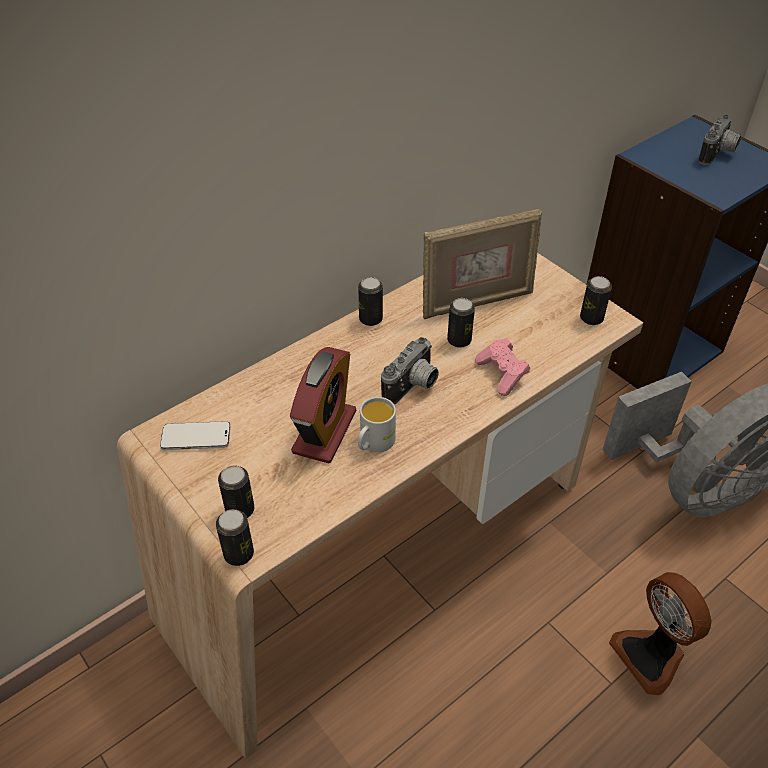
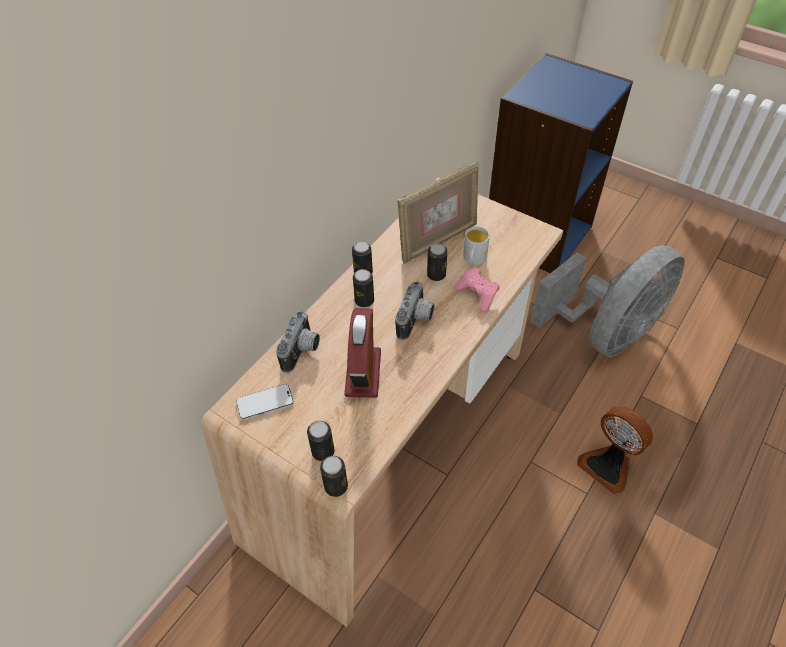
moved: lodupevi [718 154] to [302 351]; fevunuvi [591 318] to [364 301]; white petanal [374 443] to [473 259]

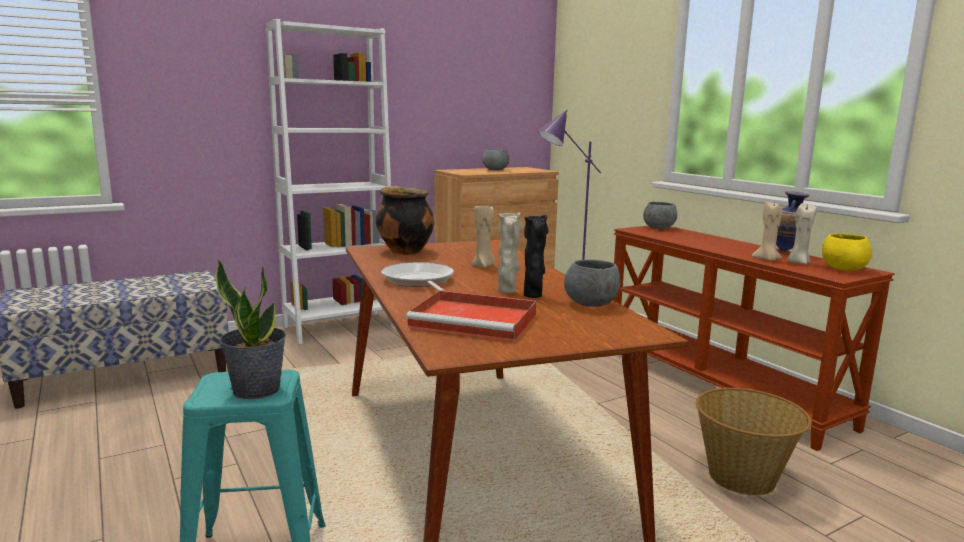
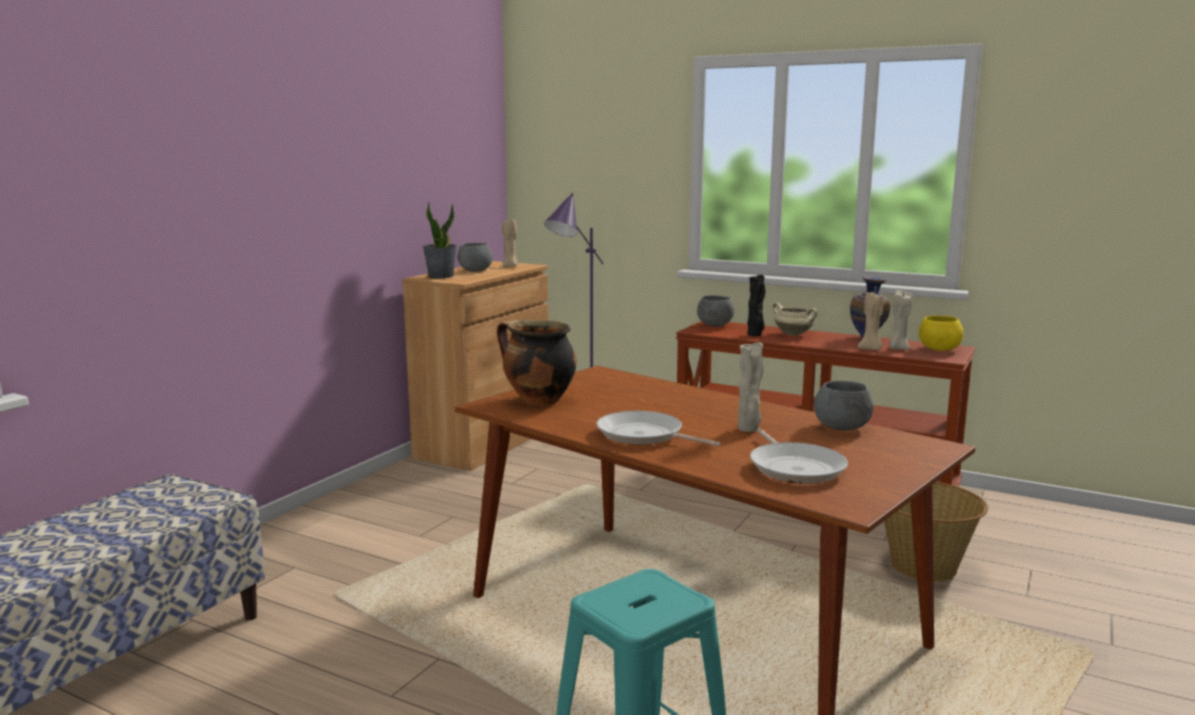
removed: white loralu [340 327]
added: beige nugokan [794 334]
moved: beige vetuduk [483 266] to [510 266]; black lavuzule [533 296] to [755 335]; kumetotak [256 389] to [440 276]
replaced: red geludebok [476 320] to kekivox [795 467]

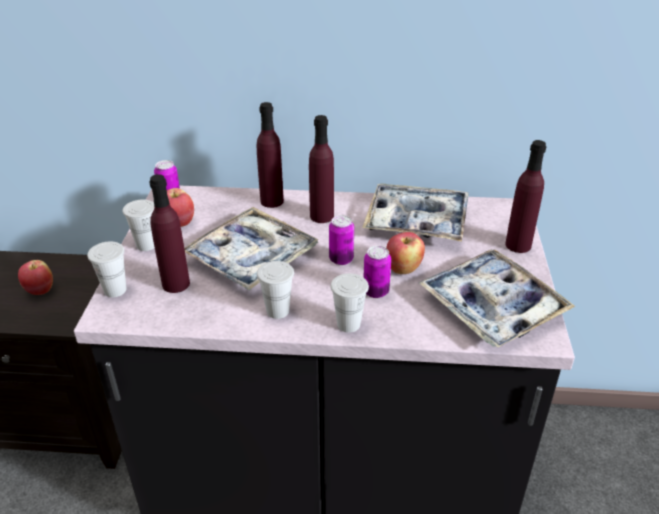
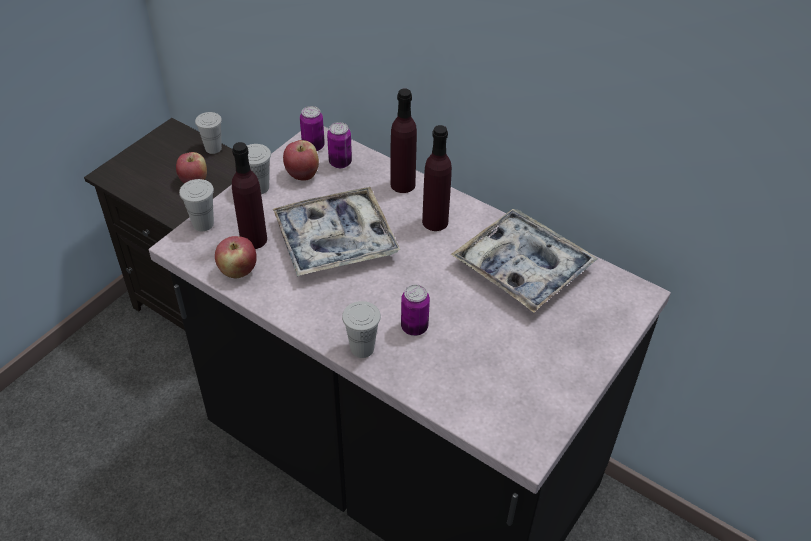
removed: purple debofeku [518 245]; geludebok [492 306]
moved: fevunuvi [341 259] to [340 162]; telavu [403 268] to [238 271]; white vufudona [277 311] to [213 148]

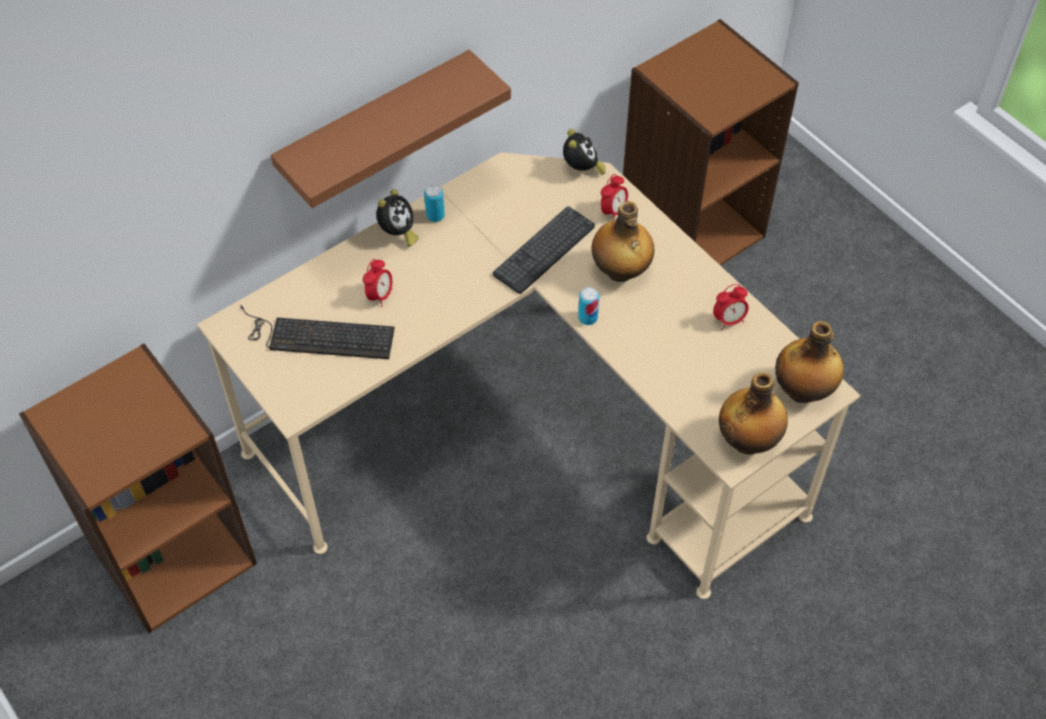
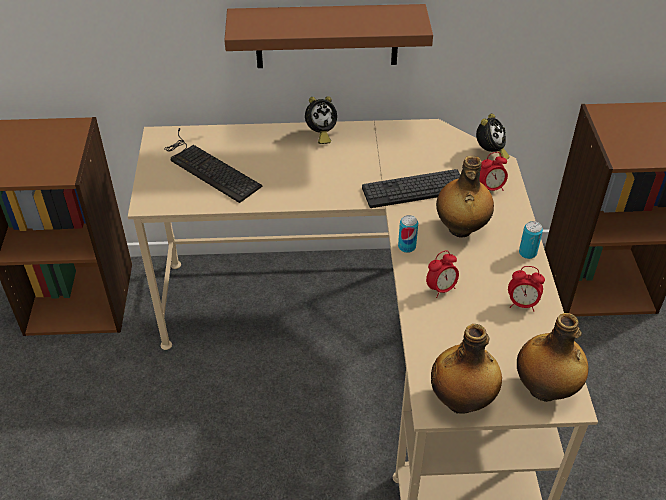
moved: fevunuvi [435 215] to [527 253]; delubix [380 295] to [441 289]

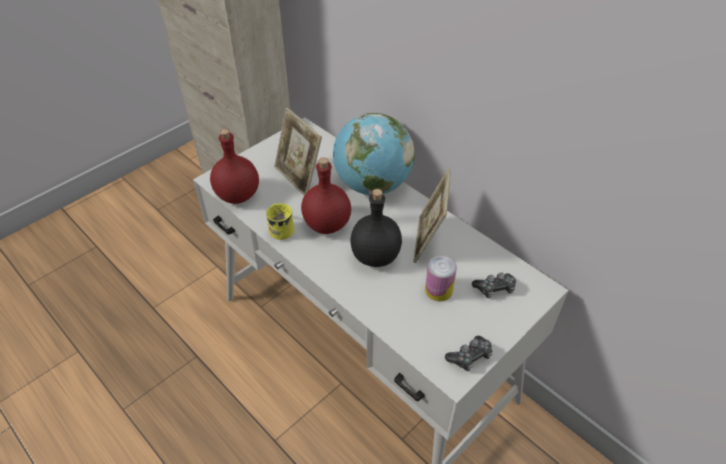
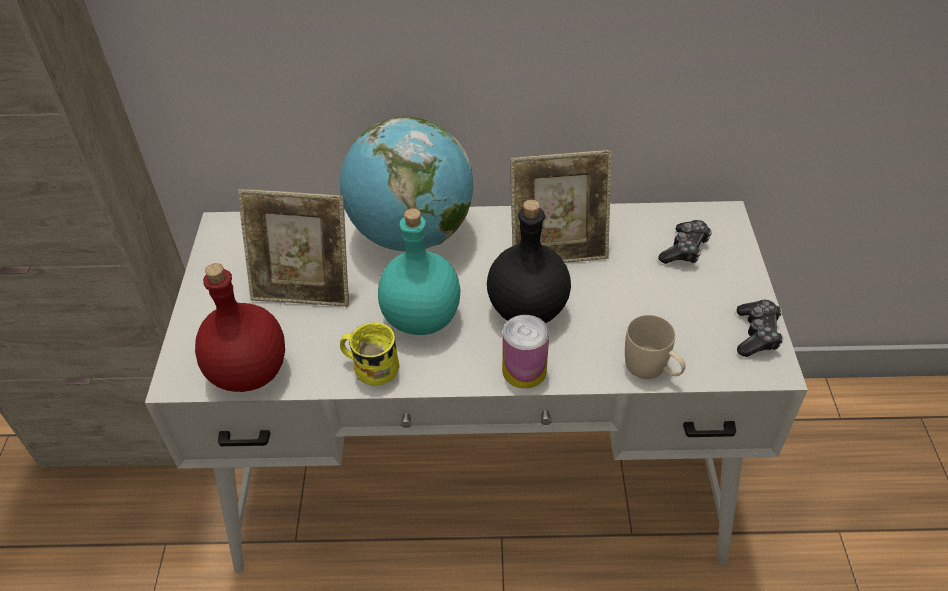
added: beige petanal [652 369]
moved: fevunuvi [438 290] to [524 370]
recoloured: red debofeku [327 225] to turquoise debofeku [423 319]
turned: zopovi [428 241] = [558 251] 60 degrees counterclockwise

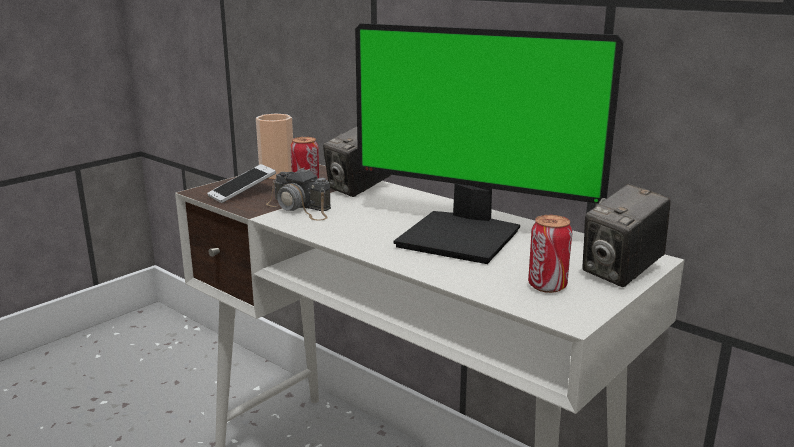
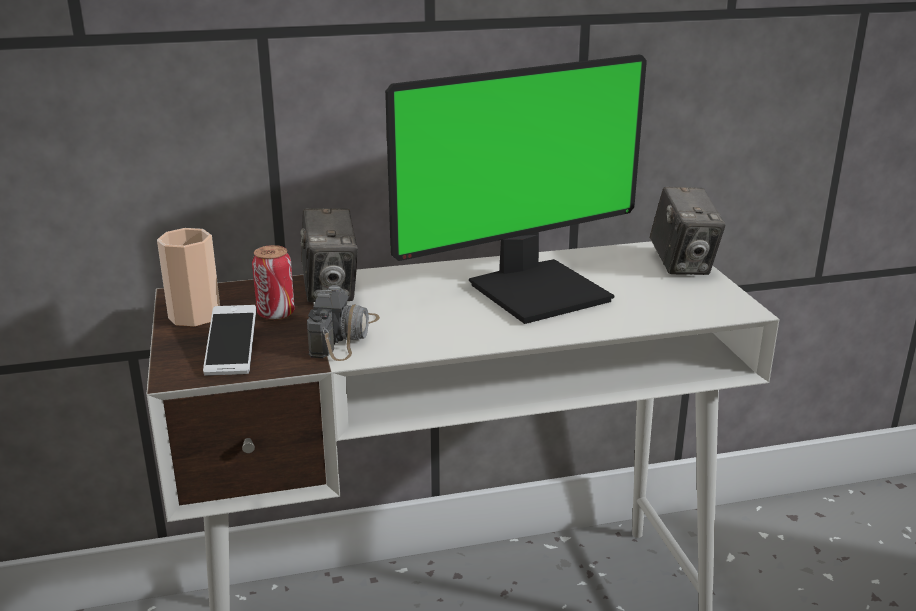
removed: fevunuvi [547 286]
turned: lodupevi [301 208] = [345 335] 60 degrees counterclockwise

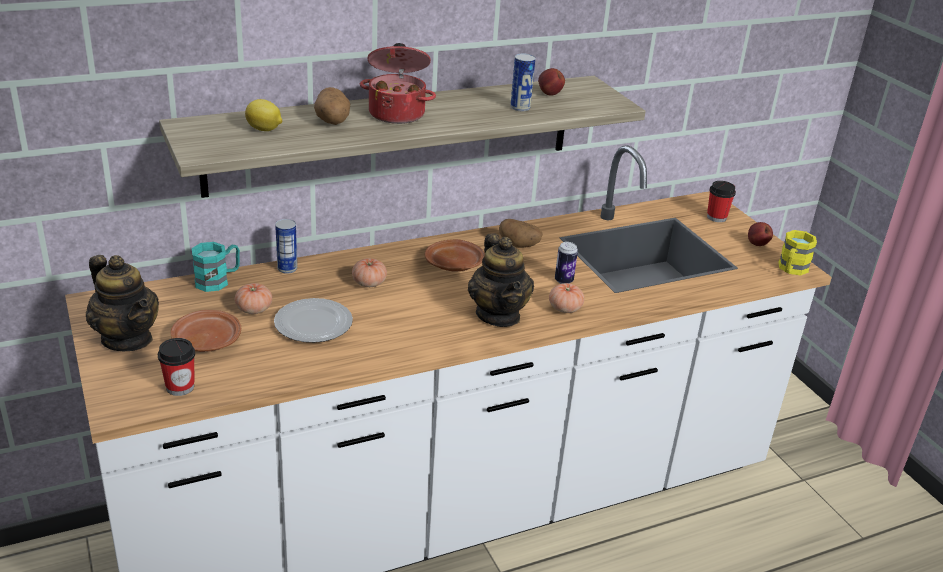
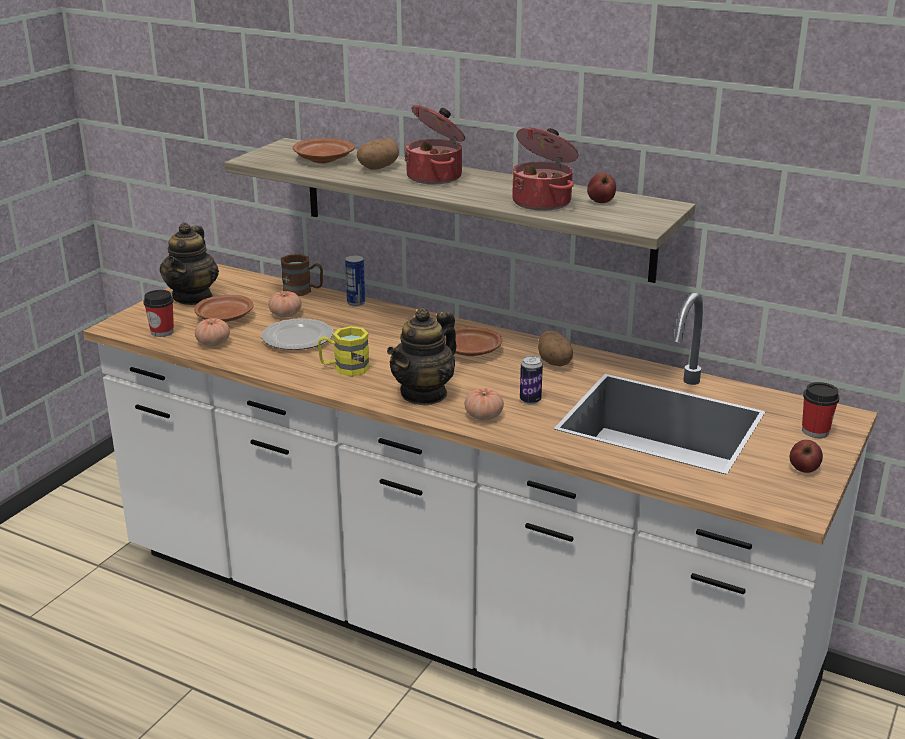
moved: yellow petanal [791 270] to [344 368]; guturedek [369 283] to [213 343]
replaced: fevunuvi [520 108] to nugokan [543 202]; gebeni [264 129] to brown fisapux [323 159]
recoloured: turquoise petanal [218 280] to brown petanal [303 291]

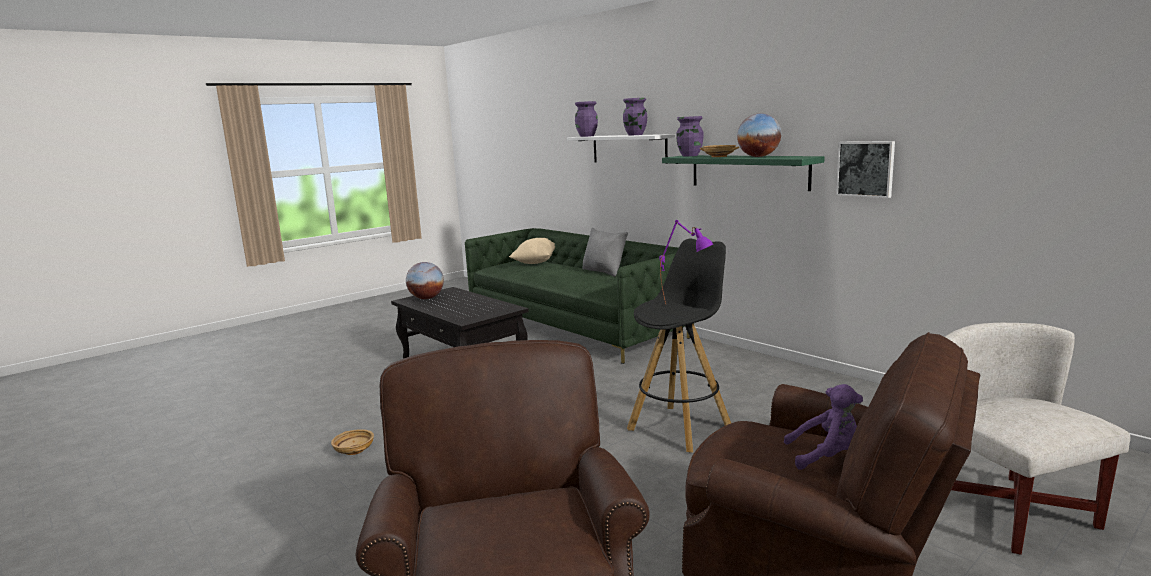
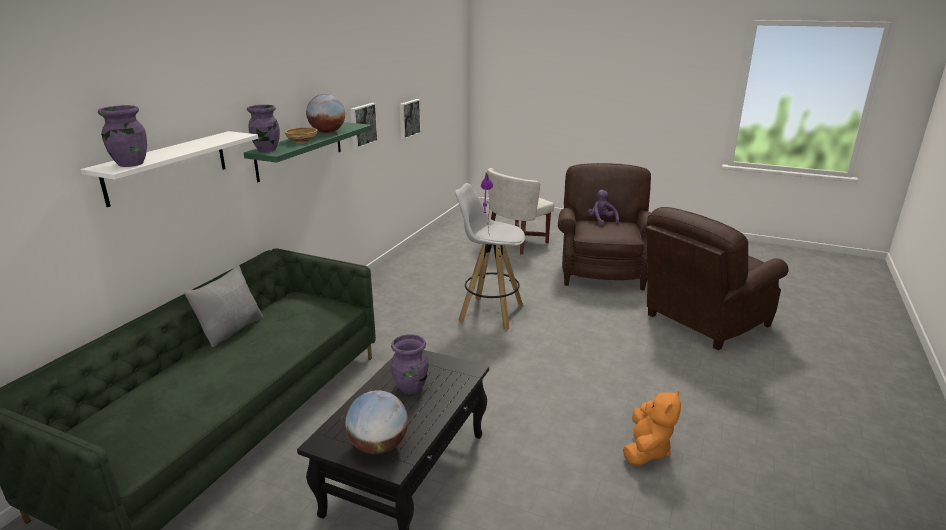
removed: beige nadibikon [535 262]
added: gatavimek [408 118]
moved: purple lavuzule [635 135] to [411 388]
replaced: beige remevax [353 450] to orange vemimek [646 450]
recoloured: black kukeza [680 427] to white kukeza [490 313]

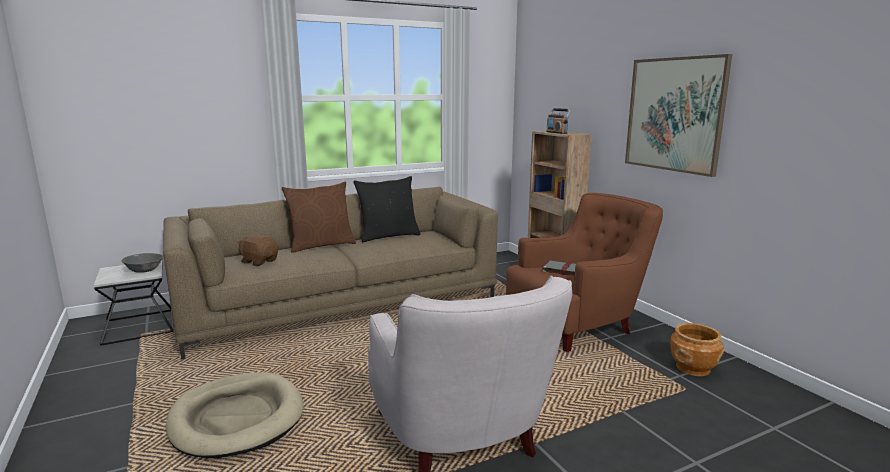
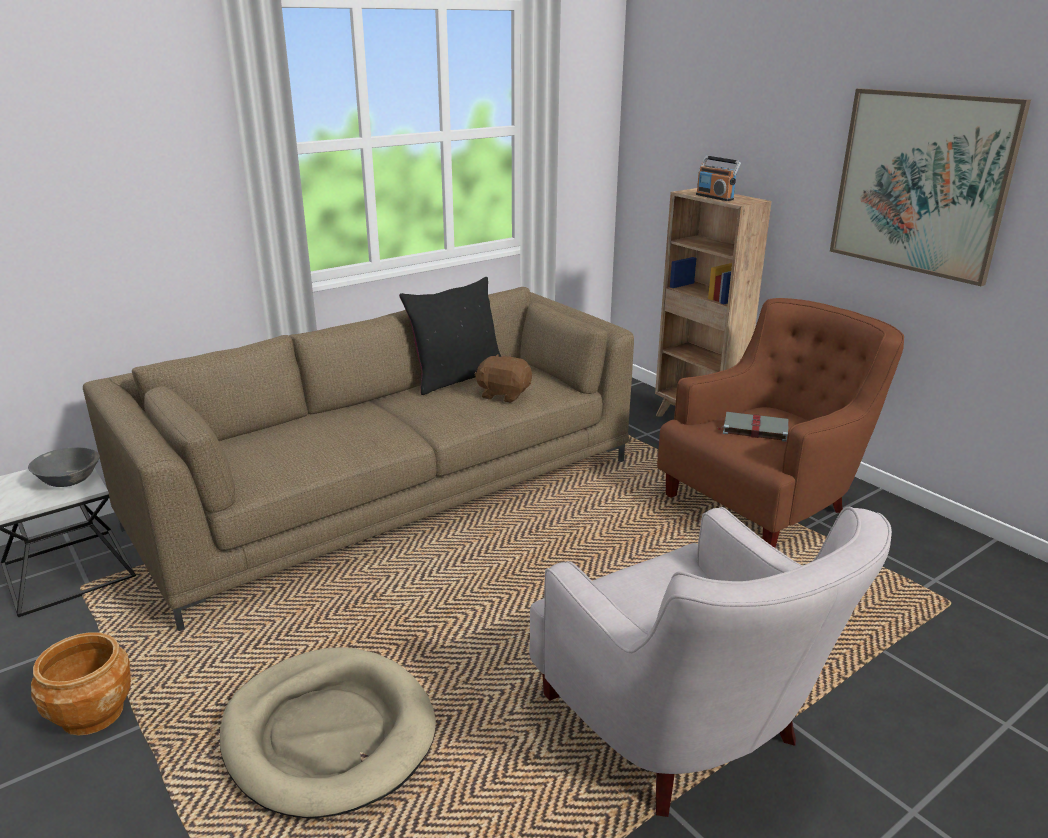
removed: brown nadibikon [321 245]
moved: brown vemimek [259 261] to [504 394]; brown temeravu [693 368] to [92 714]

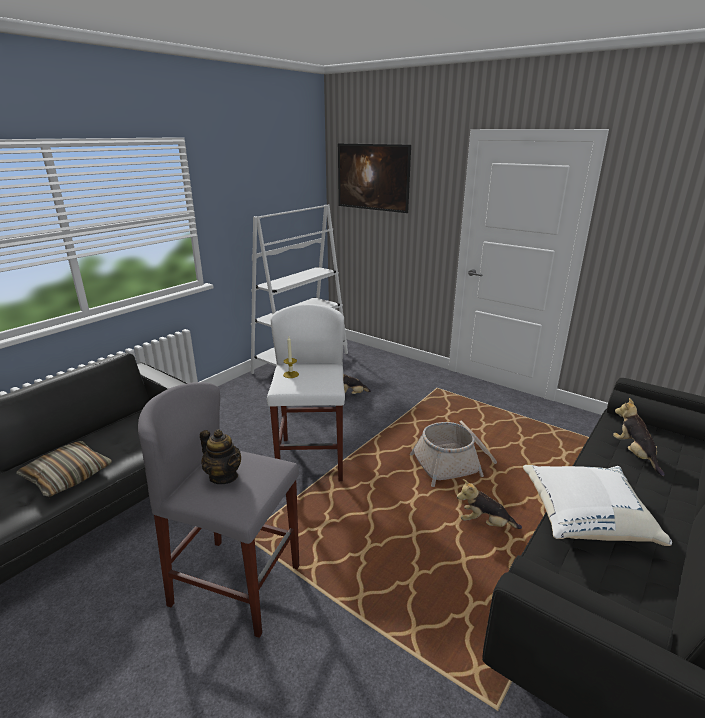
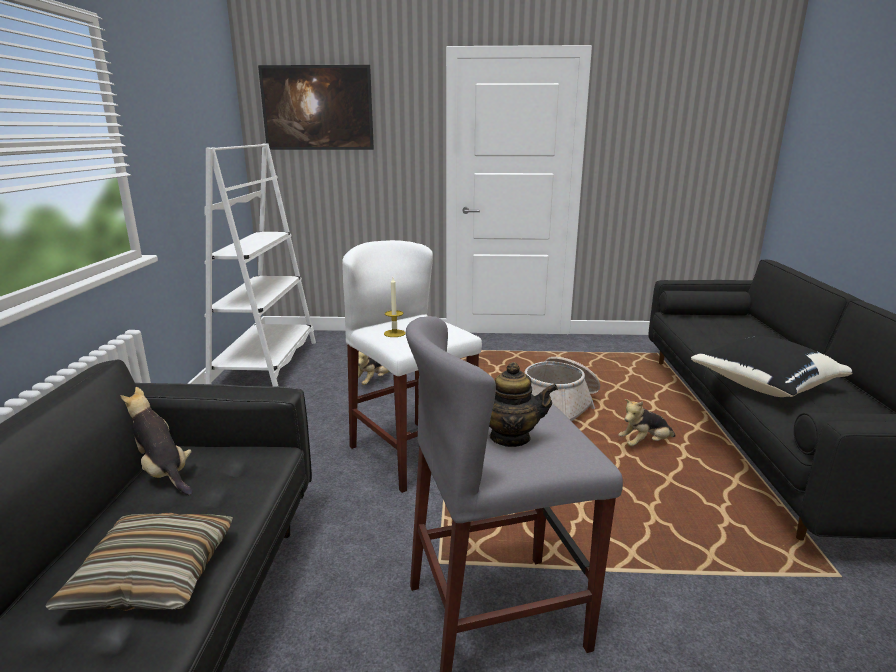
moved: vemimek [634 454] to [163 472]
recoloured: white nadibikon [584 518] to black nadibikon [763 385]

